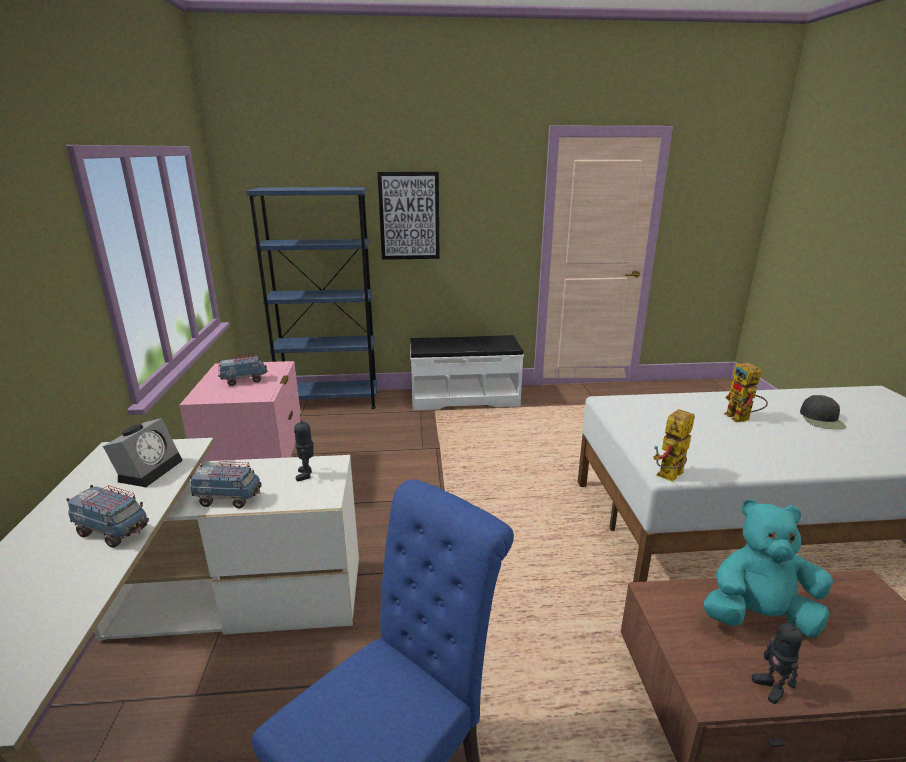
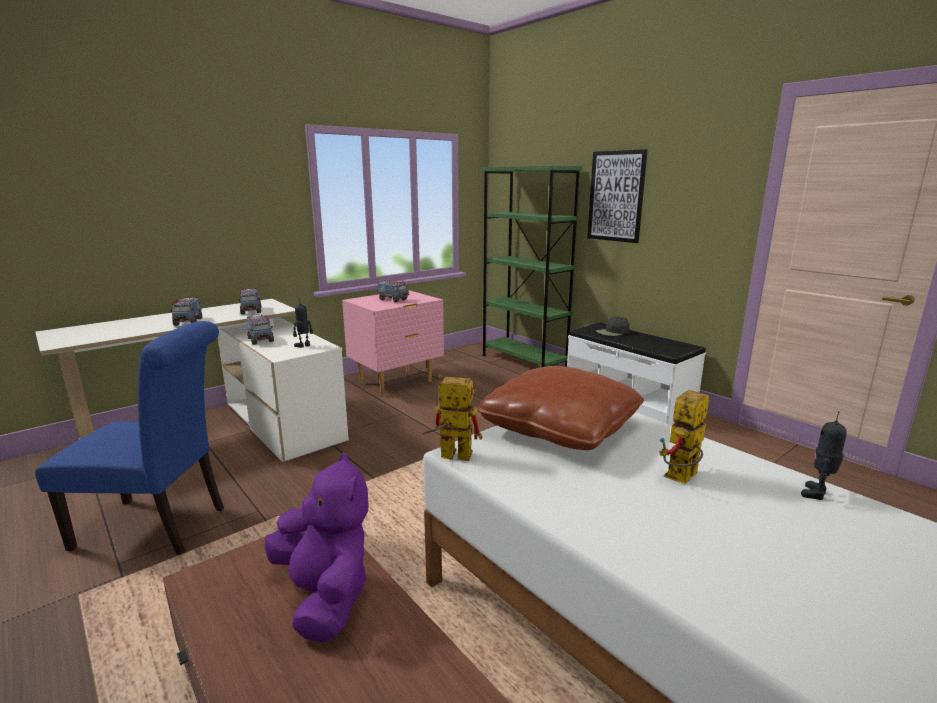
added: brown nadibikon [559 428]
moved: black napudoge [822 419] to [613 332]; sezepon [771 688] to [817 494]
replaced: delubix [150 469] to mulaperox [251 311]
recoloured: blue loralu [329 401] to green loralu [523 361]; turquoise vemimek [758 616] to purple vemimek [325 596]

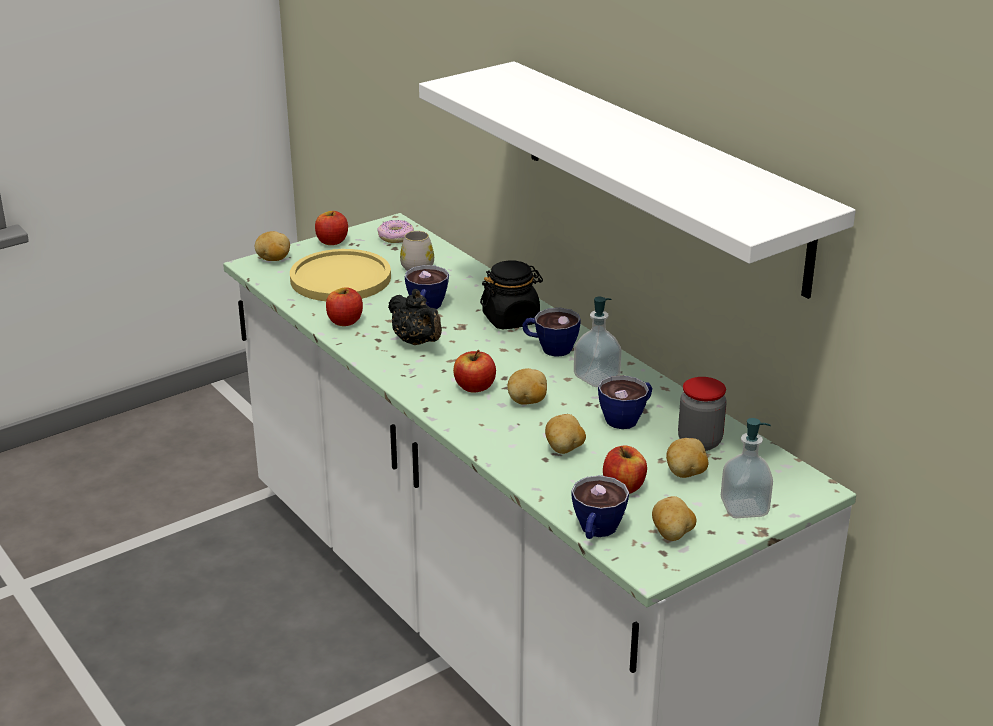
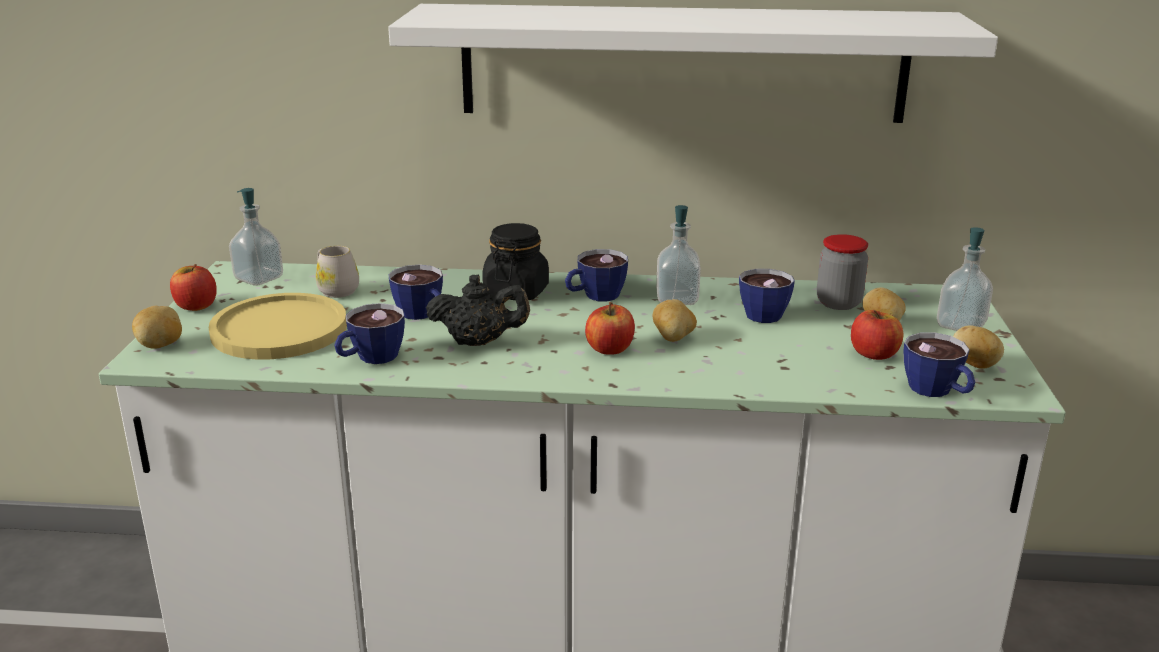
removed: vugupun [564 449]
replaced: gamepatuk [395 237] to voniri [259 278]; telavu [345 321] to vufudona [370 359]

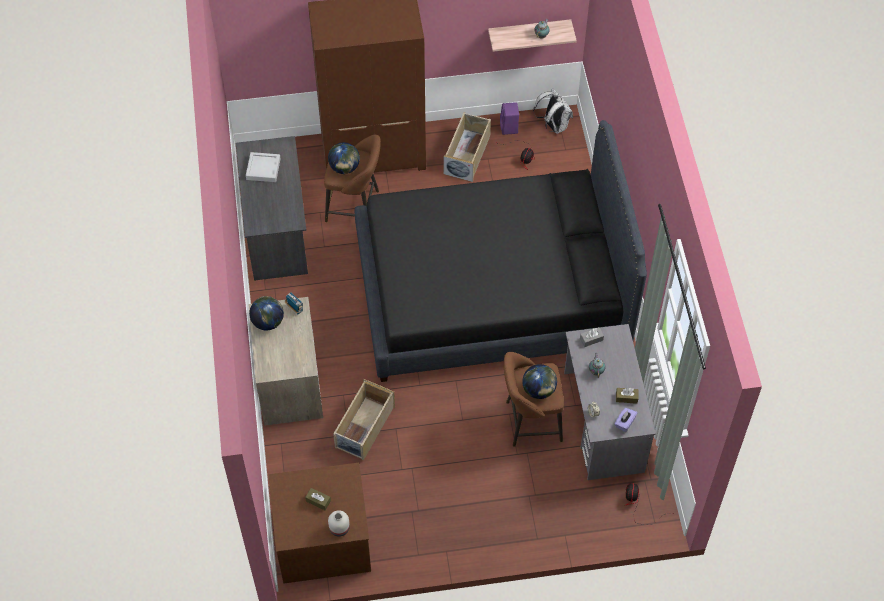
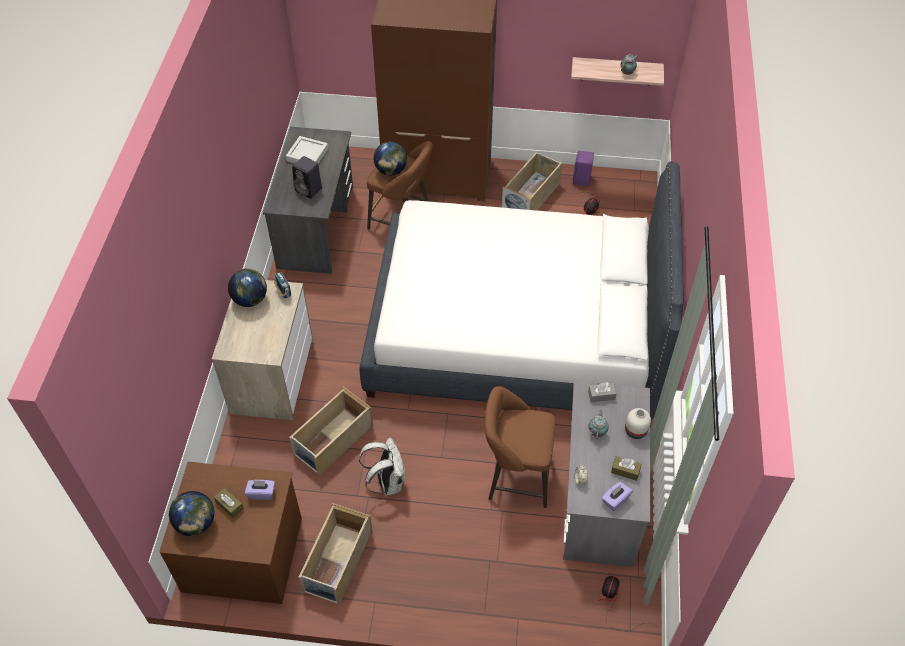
added: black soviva [309 190]; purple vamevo [261 493]; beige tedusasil [337 563]
moved: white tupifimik [553 126] to [387 482]; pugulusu [538 390] to [196 523]; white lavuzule [339 528] to [635 430]
recoloured: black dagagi [492 292] to white dagagi [515 332]

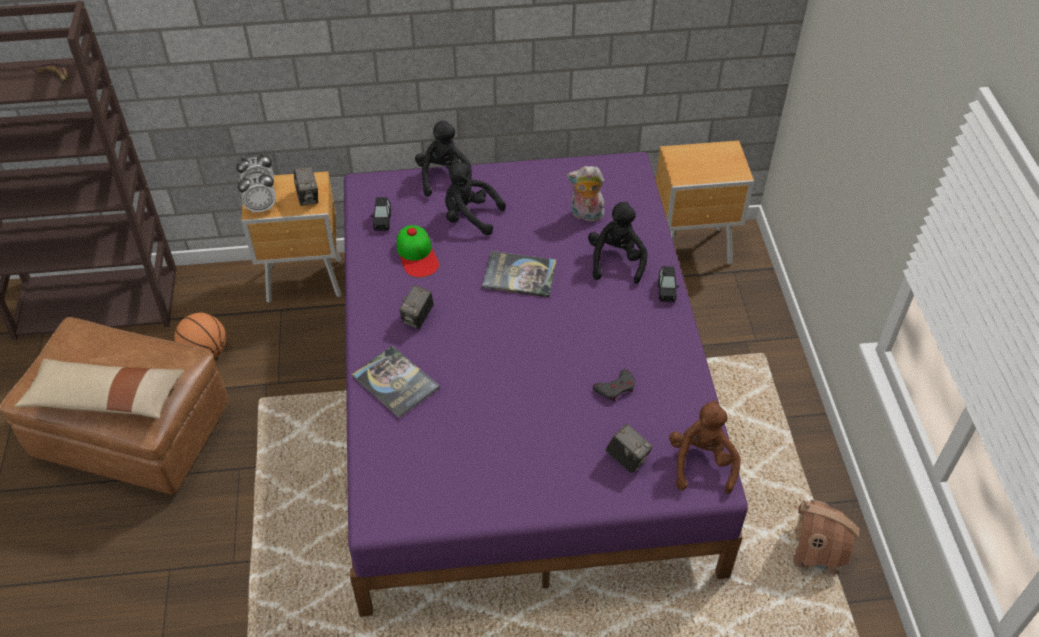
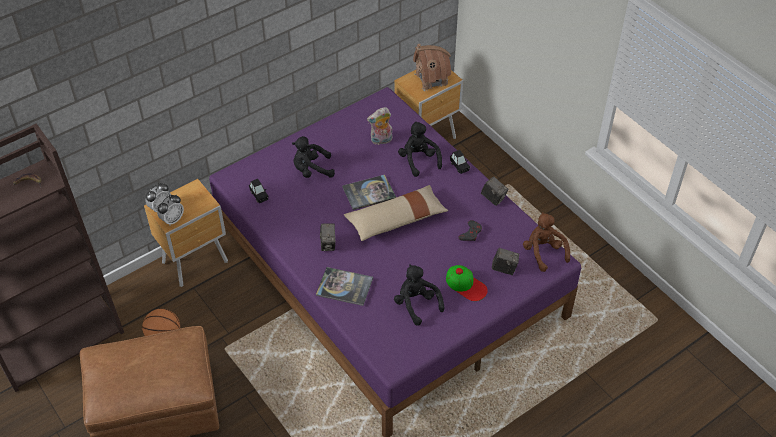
moved: black vemimek [444 178] to [416 304]; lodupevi [308 197] to [493 198]; napudoge [417 255] to [466 285]; beige nadibikon [106 398] to [396 220]; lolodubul [816 550] to [431 79]

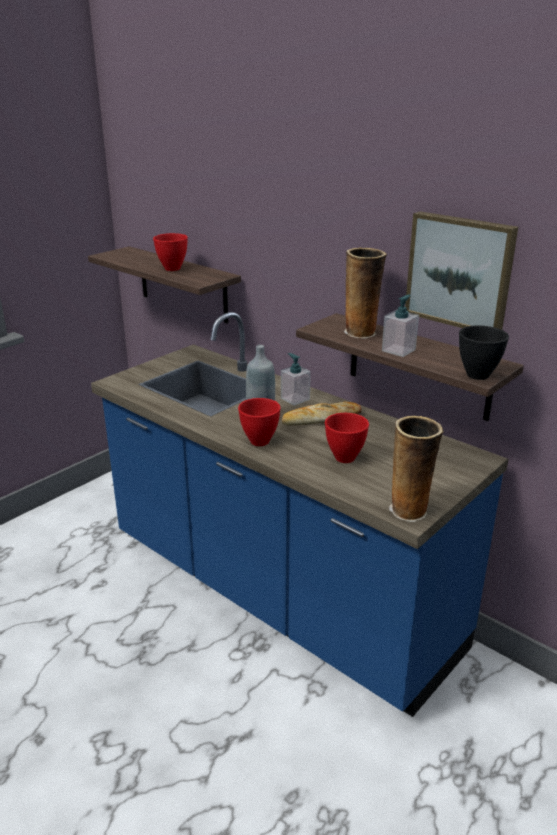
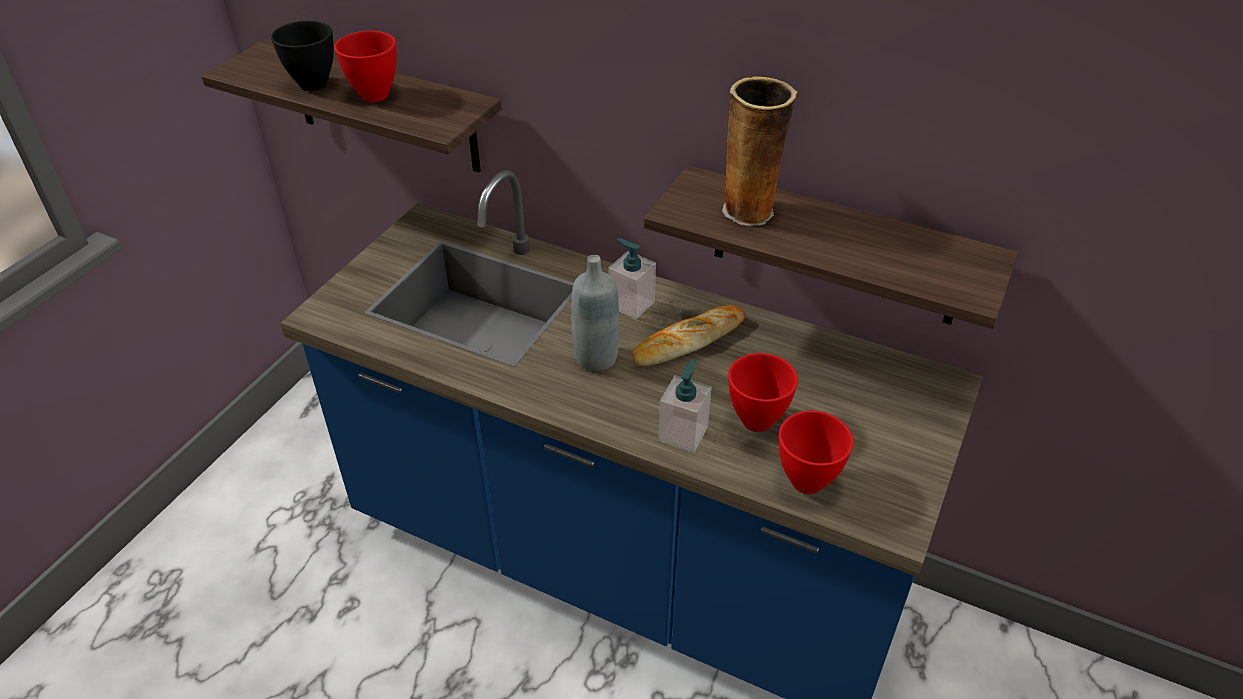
removed: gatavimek [460 271]; lavuzule [410 510]
moved: voniri [398 350] to [683 433]; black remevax [476 375] to [312 84]; red remevax [259 442] to [807 483]

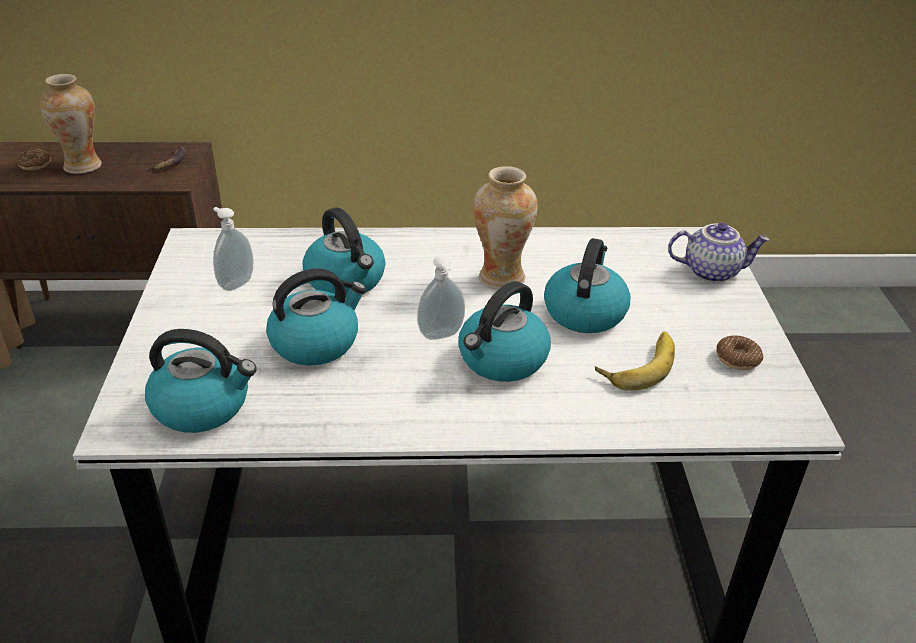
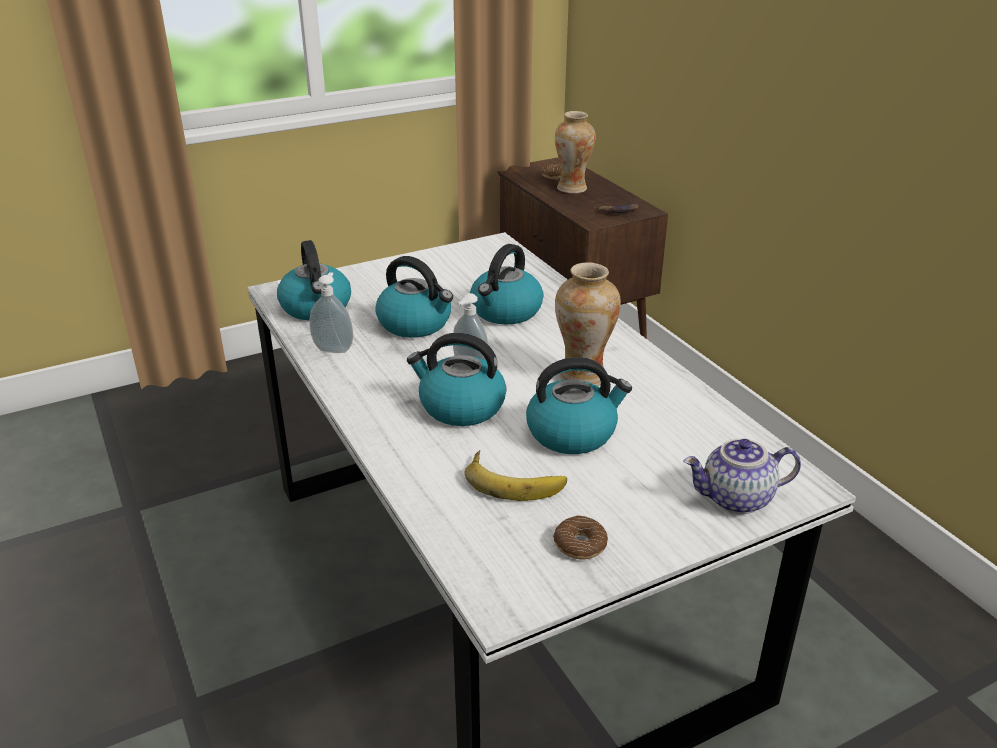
moved: voniri [235 283] to [334 349]
turned: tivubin [711 271] = [736 500] 105 degrees clockwise

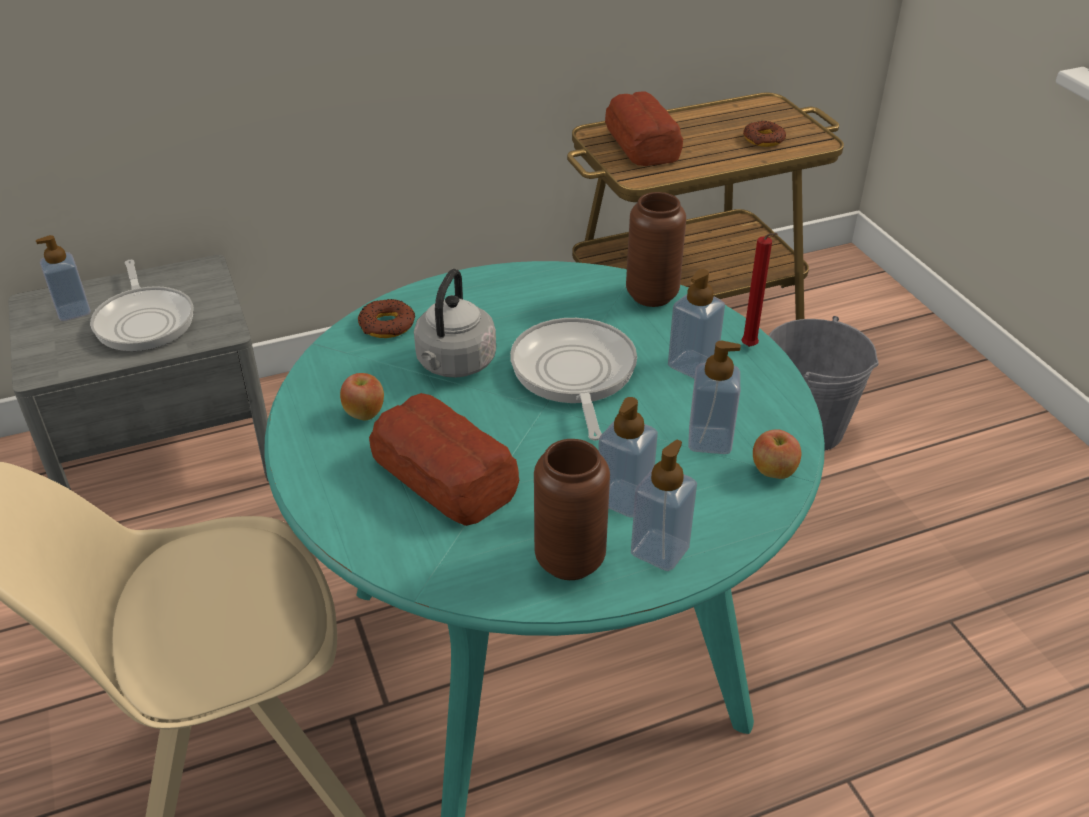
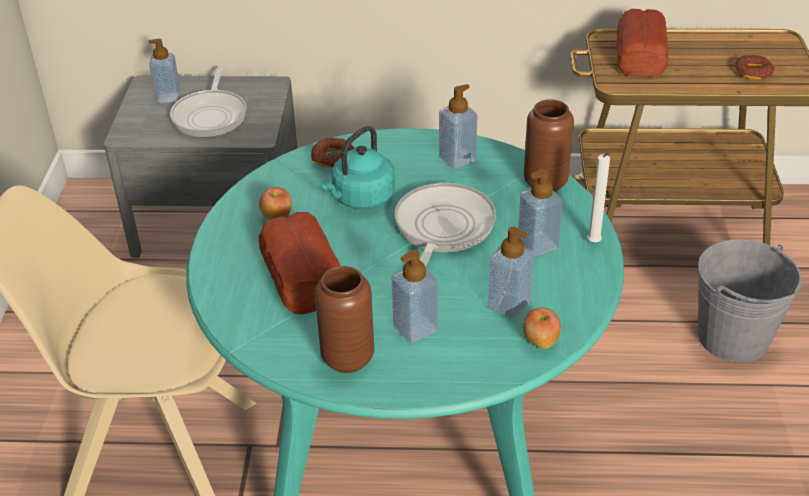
moved: voniri [660 550] to [457 159]
recoloured: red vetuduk [750 348] to white vetuduk [594 244]; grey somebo [454 365] to turquoise somebo [361 199]

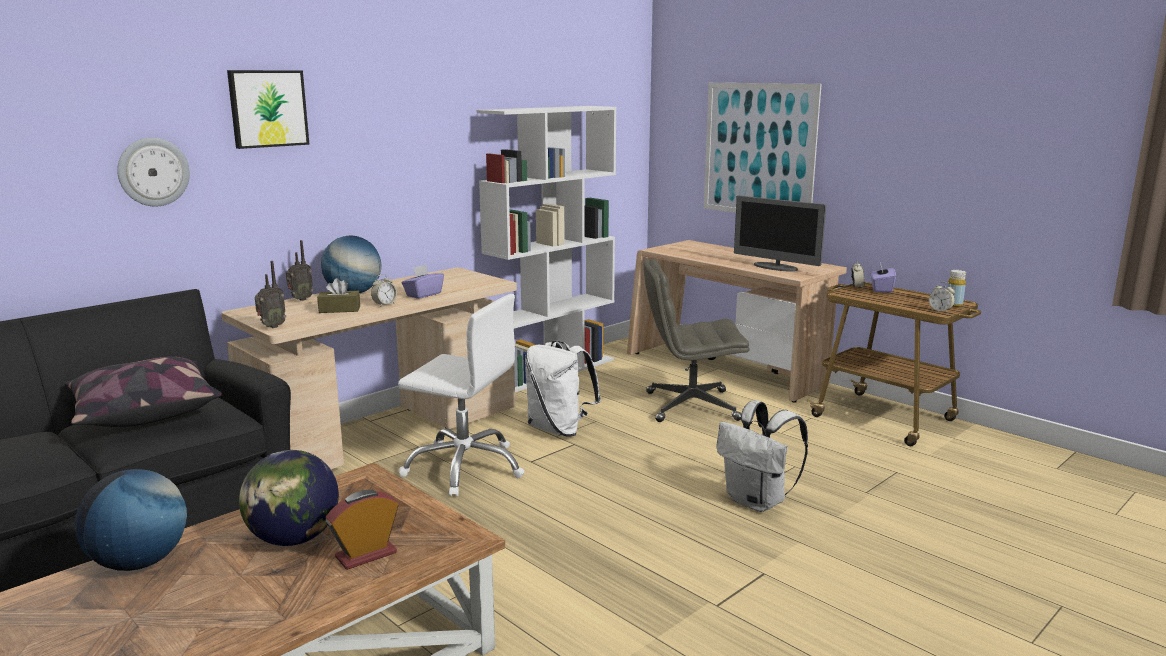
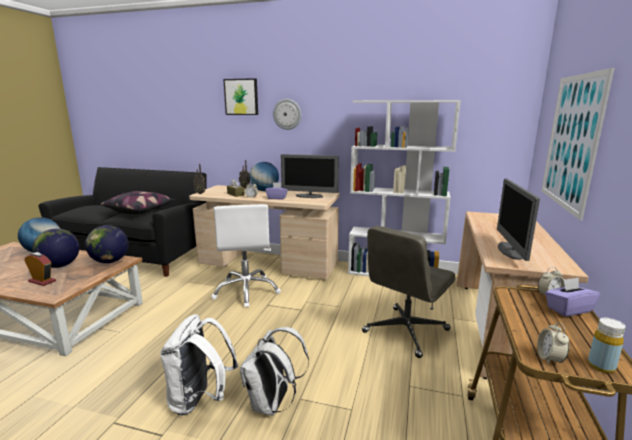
added: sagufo [309 196]; pugulusu [110 261]
moved: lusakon [153 172] to [287 114]; white tupifimik [559 429] to [200 399]
turned: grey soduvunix [690 406] = [405 331] 105 degrees counterclockwise

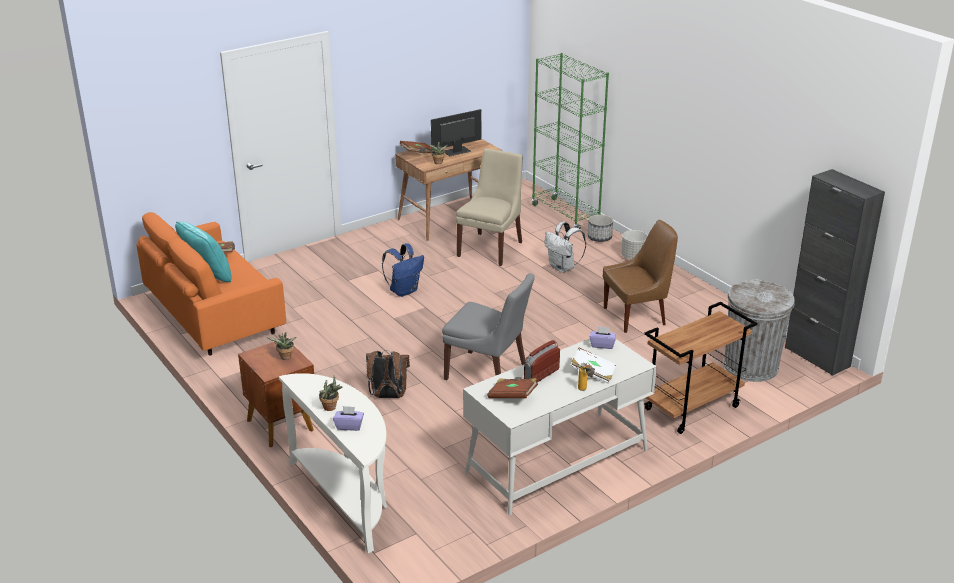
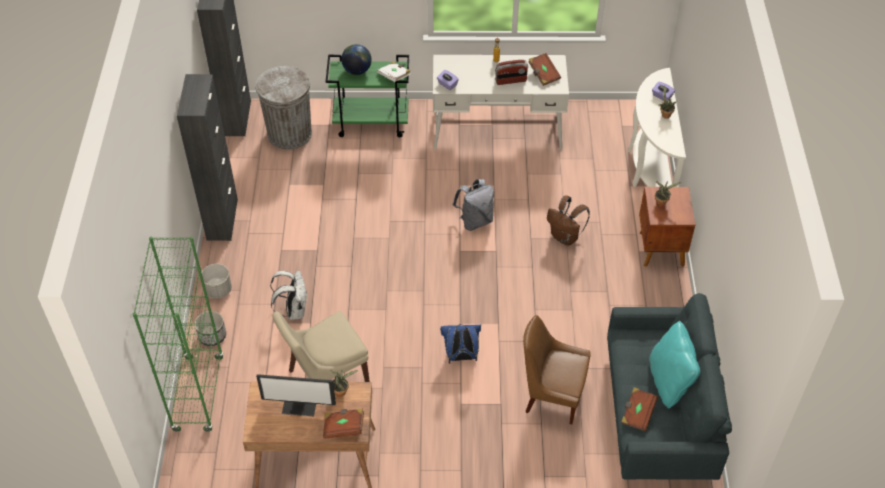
added: pugulusu [357 71]; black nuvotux [222 219]
moved: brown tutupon [637 316] to [551 395]; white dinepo [592 373] to [394 77]
replaced: grey tutupon [488 374] to grey tupifimik [475 220]
recoloured: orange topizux [214 317] to grey topizux [658 414]; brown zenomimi [691 409] to green zenomimi [372 123]

